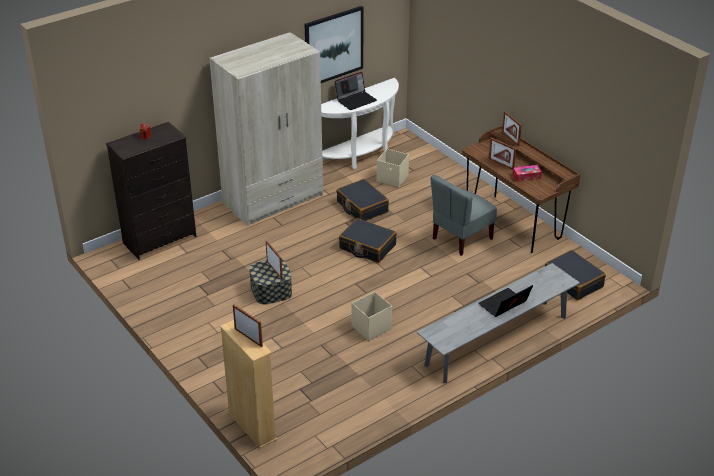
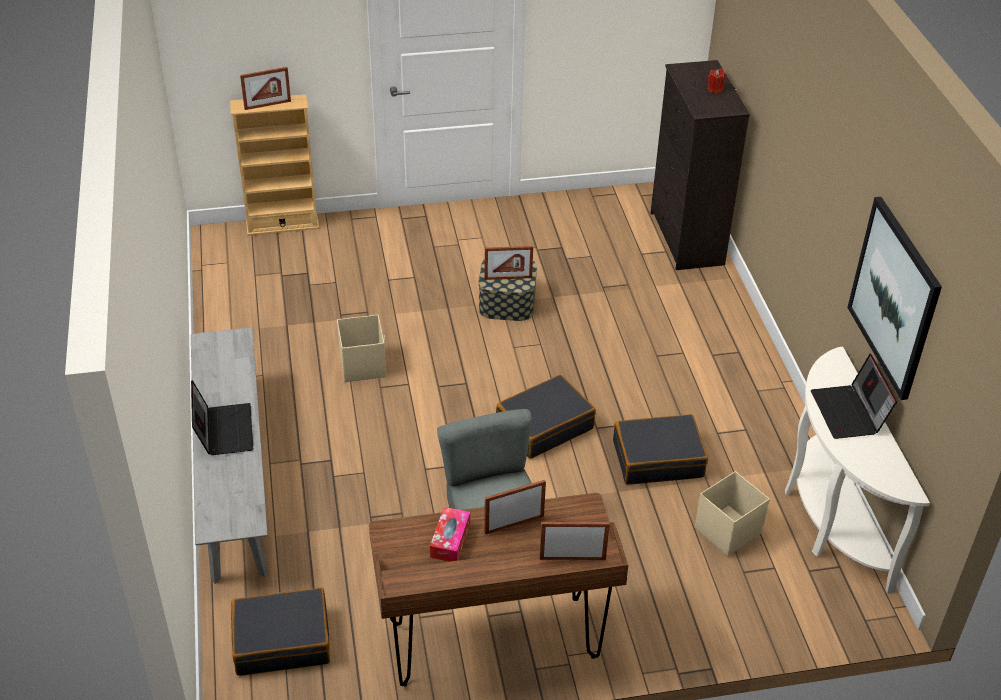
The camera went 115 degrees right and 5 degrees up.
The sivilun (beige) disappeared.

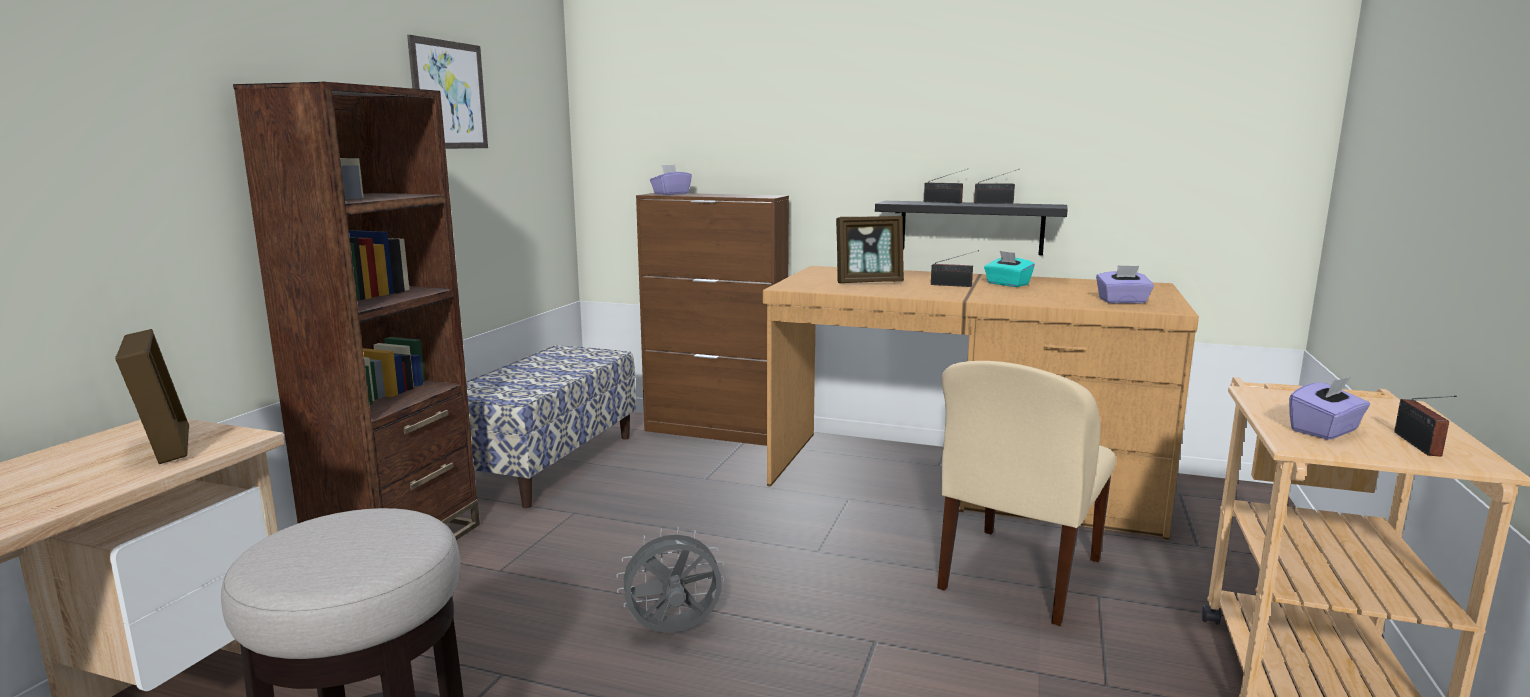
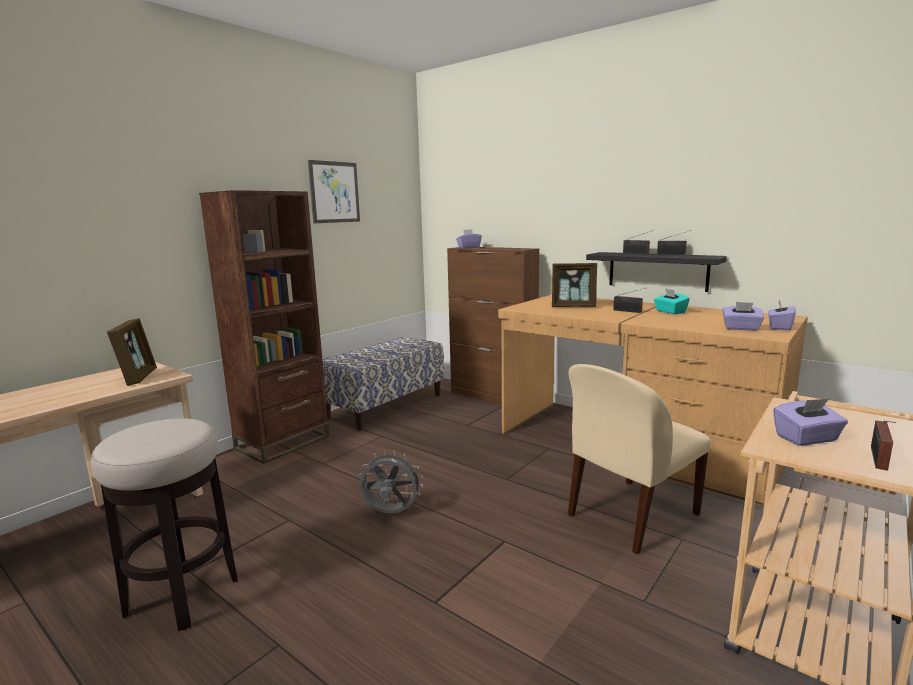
The camera went 20 degrees right and 0 degrees up.
The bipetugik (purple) (3rd from left) appeared.

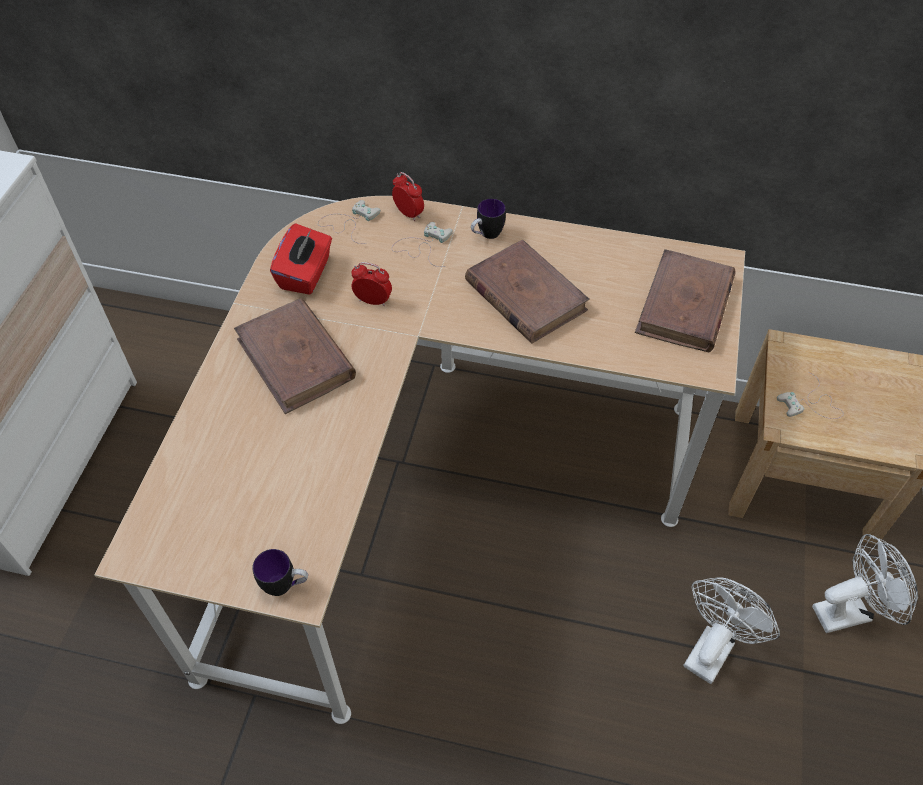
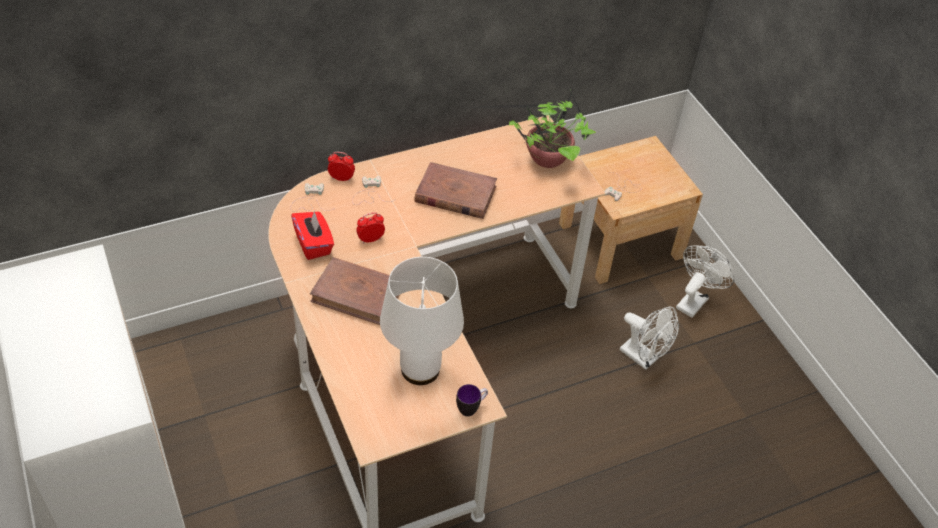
The camera went 40 degrees left and 5 degrees down.
The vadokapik (2nd from left) disappeared.
The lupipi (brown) (3rd from left) was replaced by the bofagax.
The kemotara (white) (1st from left) turned 135 degrees clockwise.
The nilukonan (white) appeared.

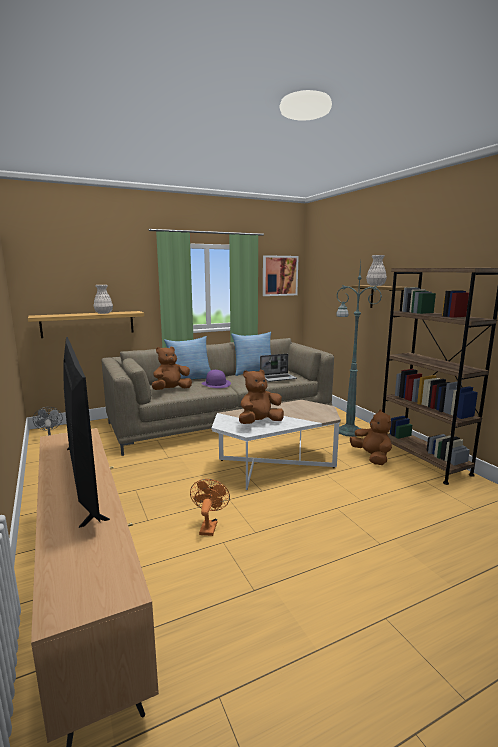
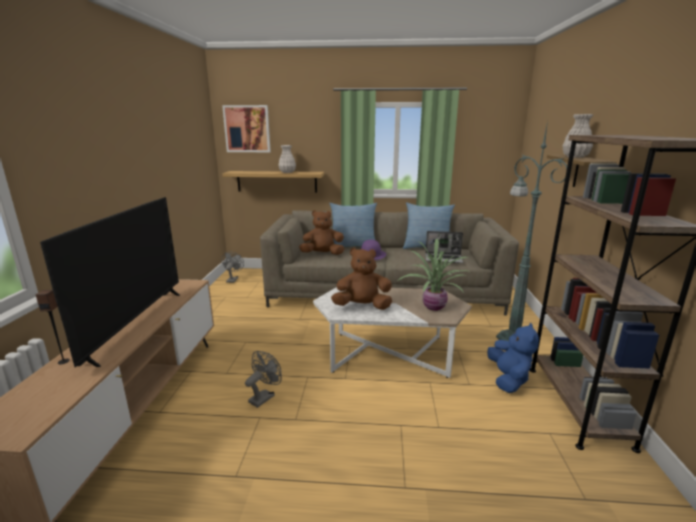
The camera went 30 degrees right and 5 degrees up.
The kemotara (orange) became the kemotara (grey) (2nd from left).
The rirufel moved.
The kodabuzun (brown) (3rd from left) became the kodabuzun (blue).
The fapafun appeared.
The bofagax appeared.

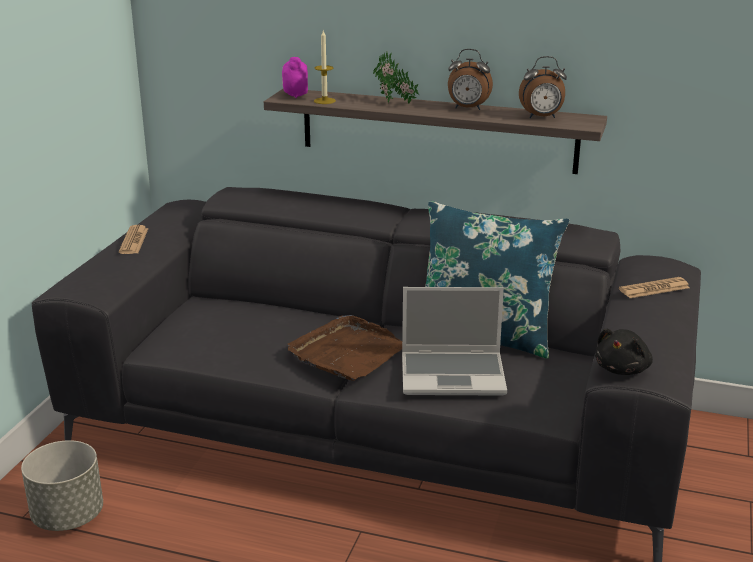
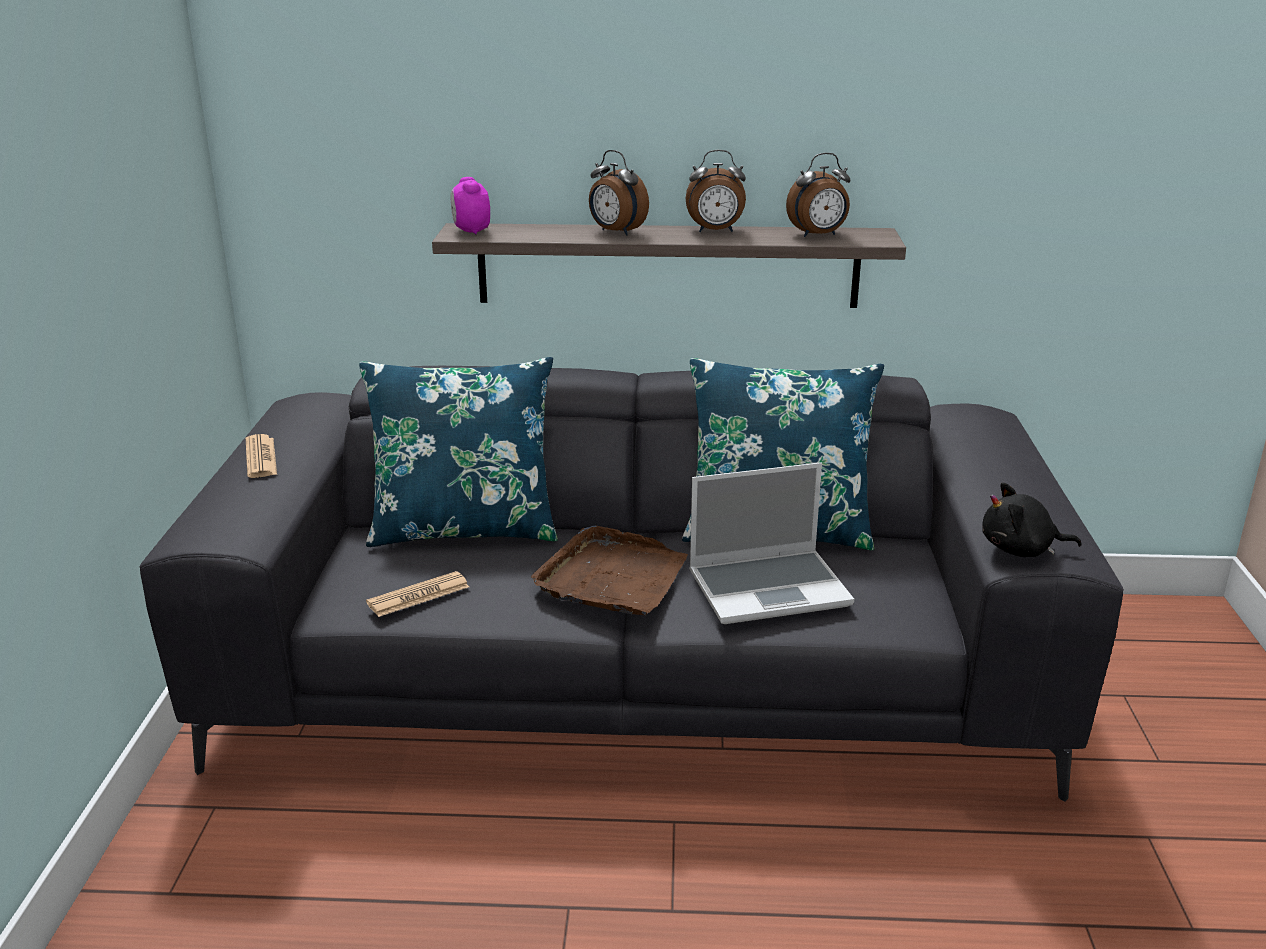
The camera went 15 degrees left and 0 degrees up.
The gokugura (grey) disappeared.
The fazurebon disappeared.
The bofagax was replaced by the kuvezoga (2nd from left).
The kodabuzun (black) turned 75 degrees clockwise.
The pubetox (2nd from left) moved.
The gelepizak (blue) (1st from left) appeared.

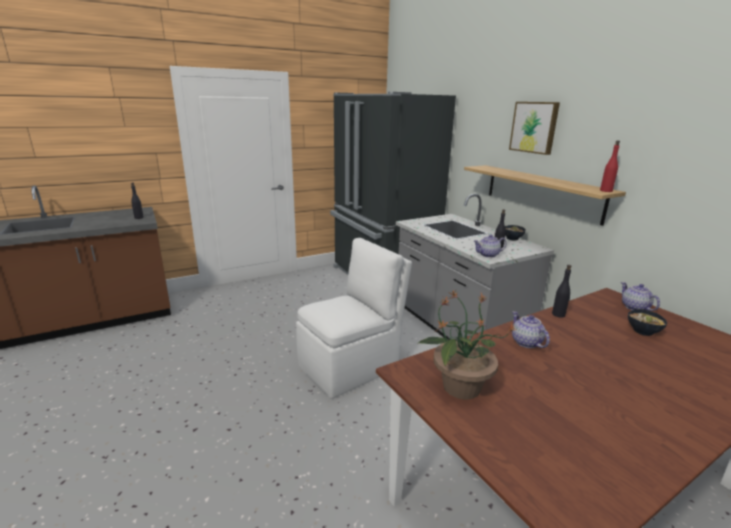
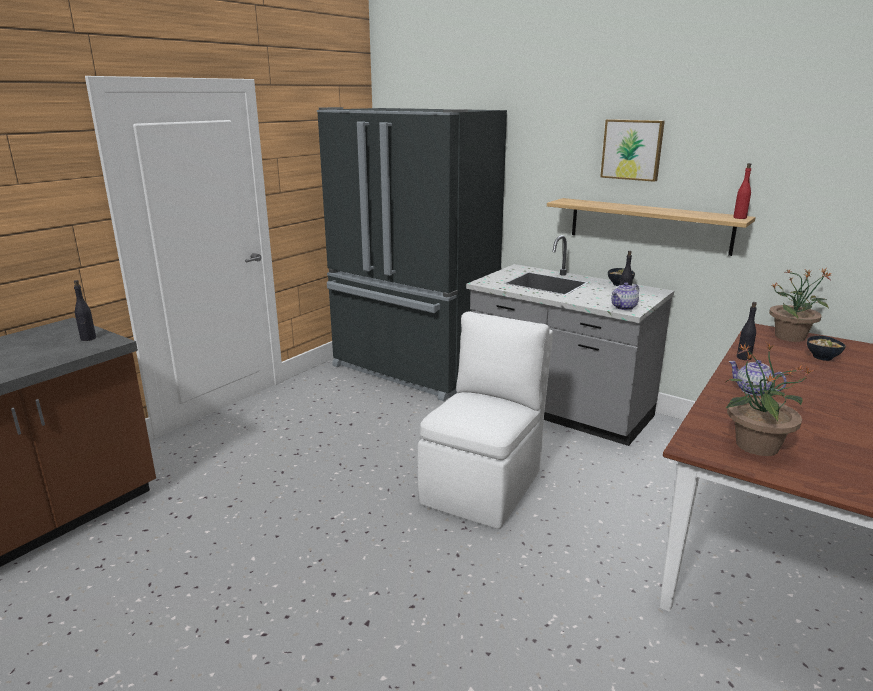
The camera went 25 degrees left and 0 degrees up.
The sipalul (3rd from left) was replaced by the bofagax (2nd from left).

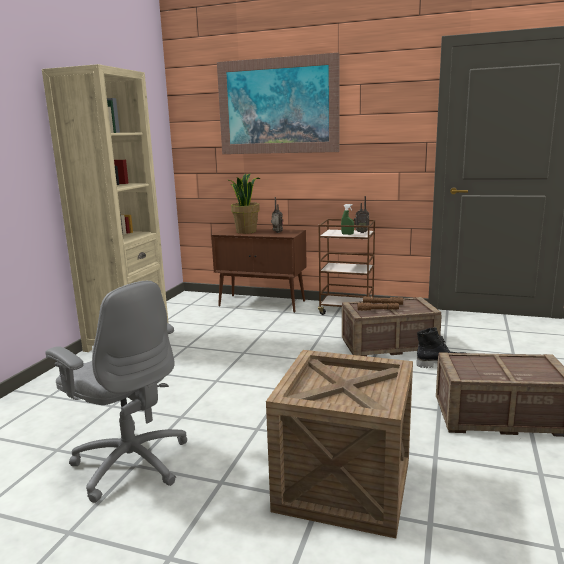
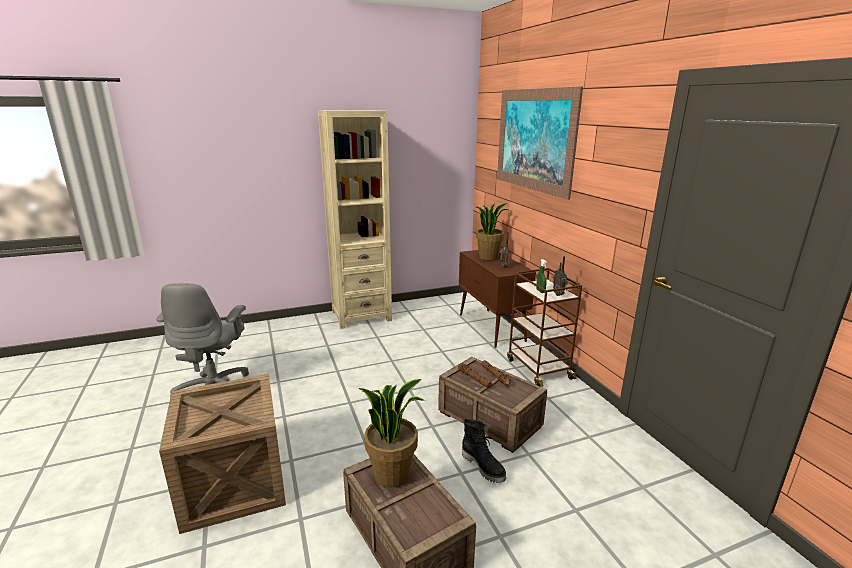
The camera went 50 degrees right and 5 degrees up.
The bofagax (1st from left) appeared.

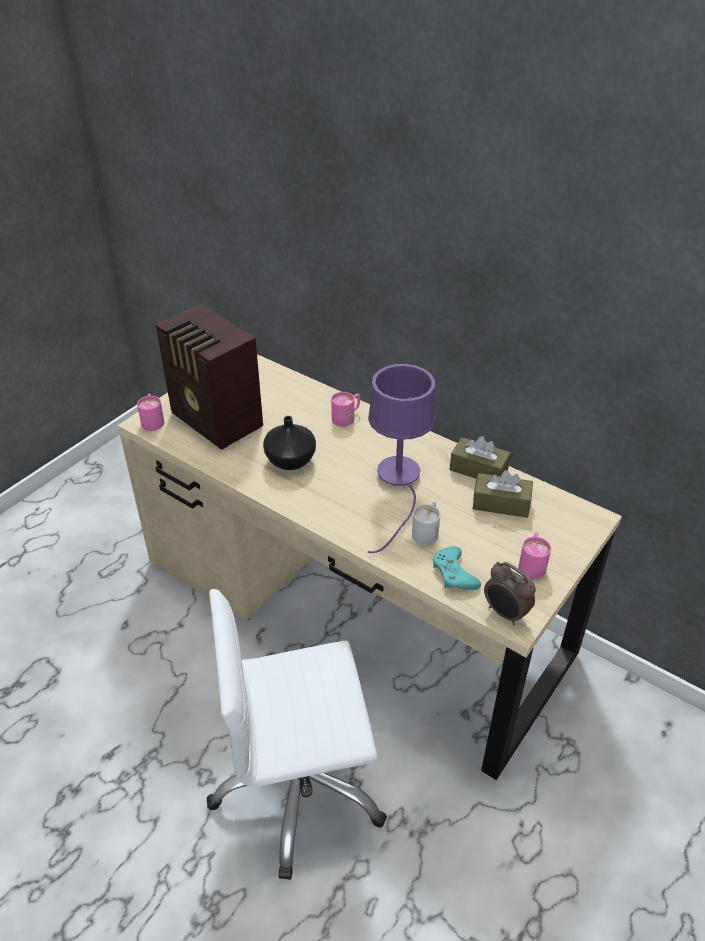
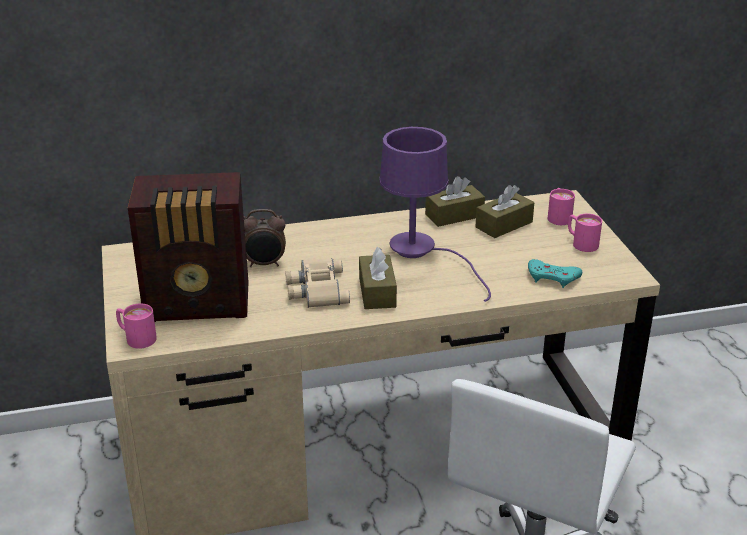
The camera went 50 degrees left and 10 degrees down.
The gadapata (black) was replaced by the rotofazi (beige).
The vadokapik (pink) (2nd from left) moved.
The vadokapik (white) disappeared.
The kuvezoga moved.
The bipetugik (brown) (1st from left) appeared.

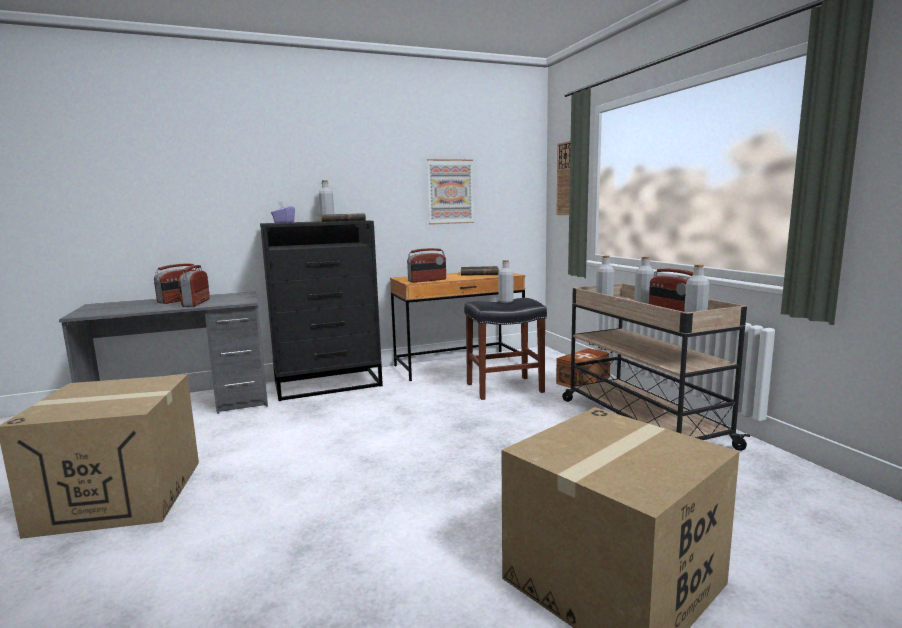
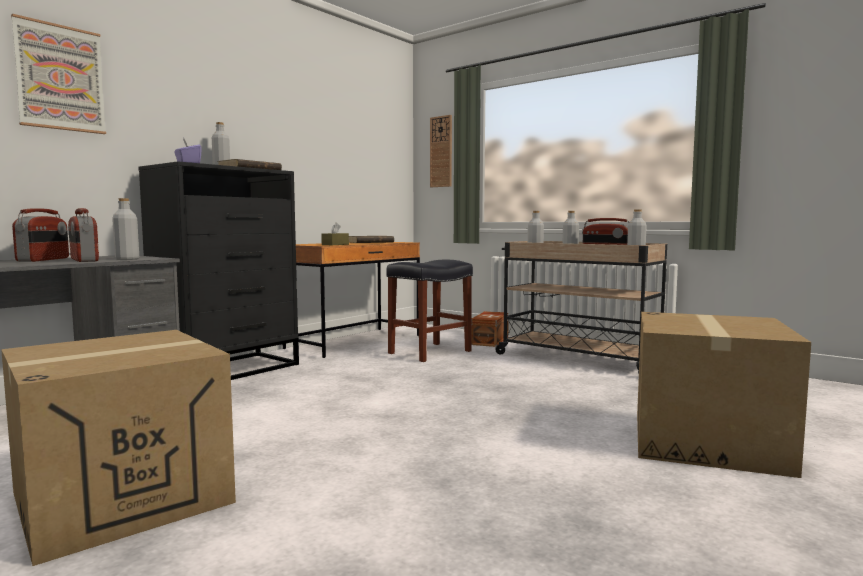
The camera went 30 degrees left and 5 degrees down.
The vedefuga (3rd from left) was replaced by the bipetugik (brown).
The rirufel moved.
The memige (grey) (2nd from left in the first image) moved.

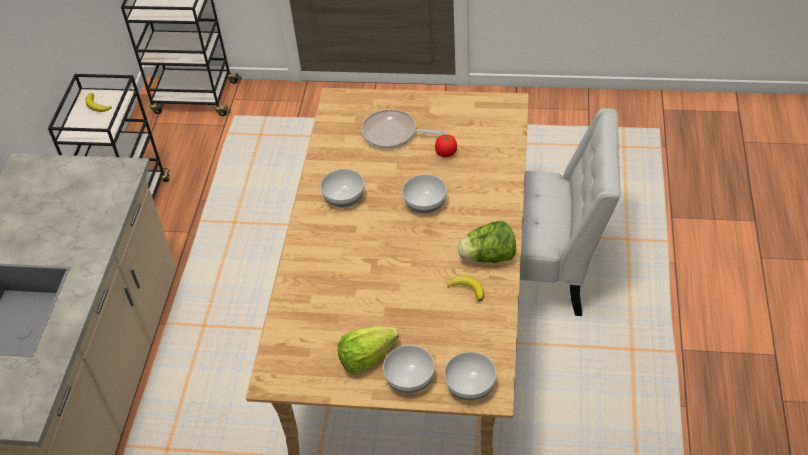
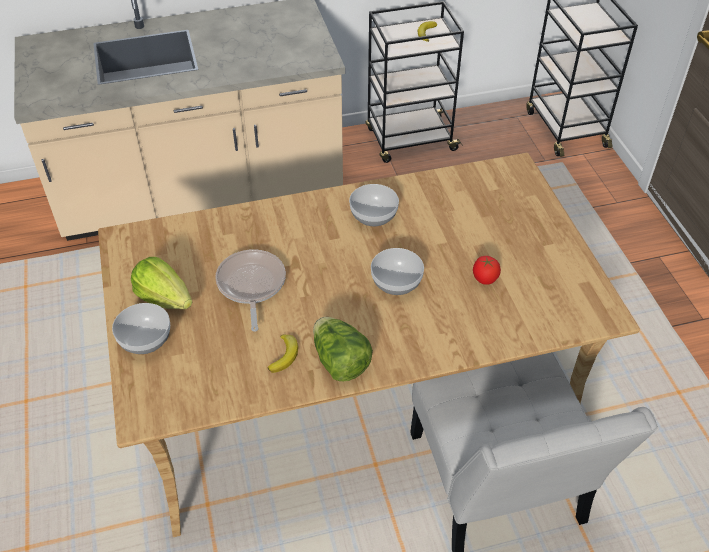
The camera went 65 degrees right and 0 degrees up.
The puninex moved.
The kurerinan (4th from left) disappeared.

